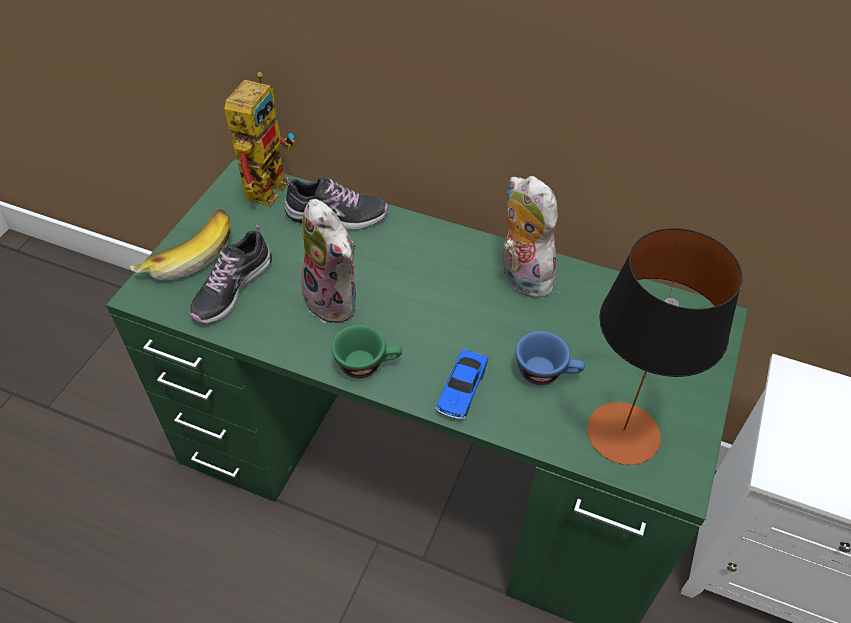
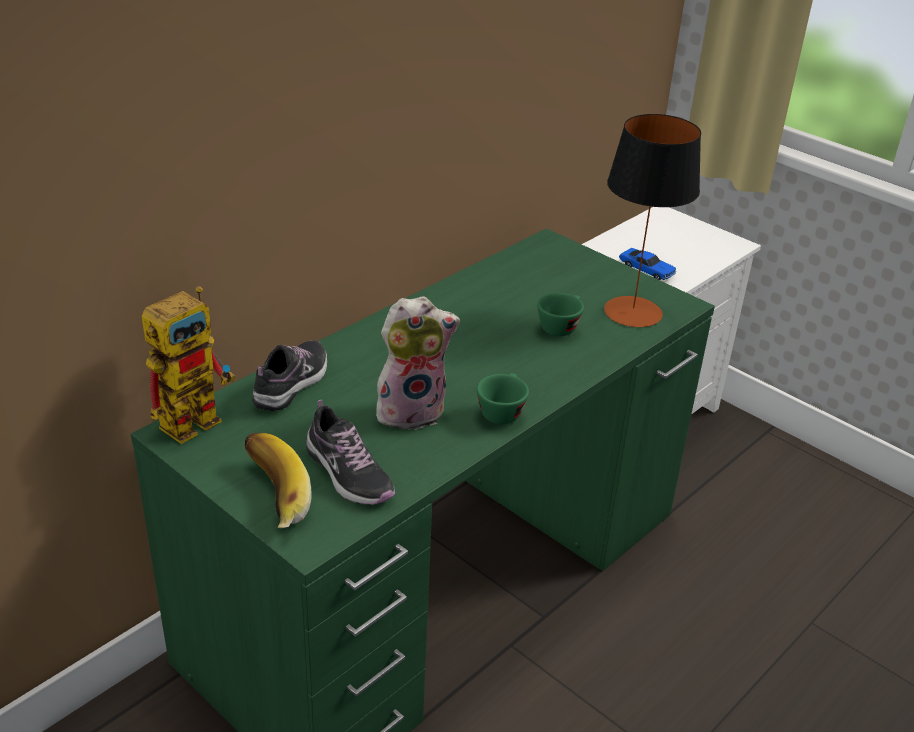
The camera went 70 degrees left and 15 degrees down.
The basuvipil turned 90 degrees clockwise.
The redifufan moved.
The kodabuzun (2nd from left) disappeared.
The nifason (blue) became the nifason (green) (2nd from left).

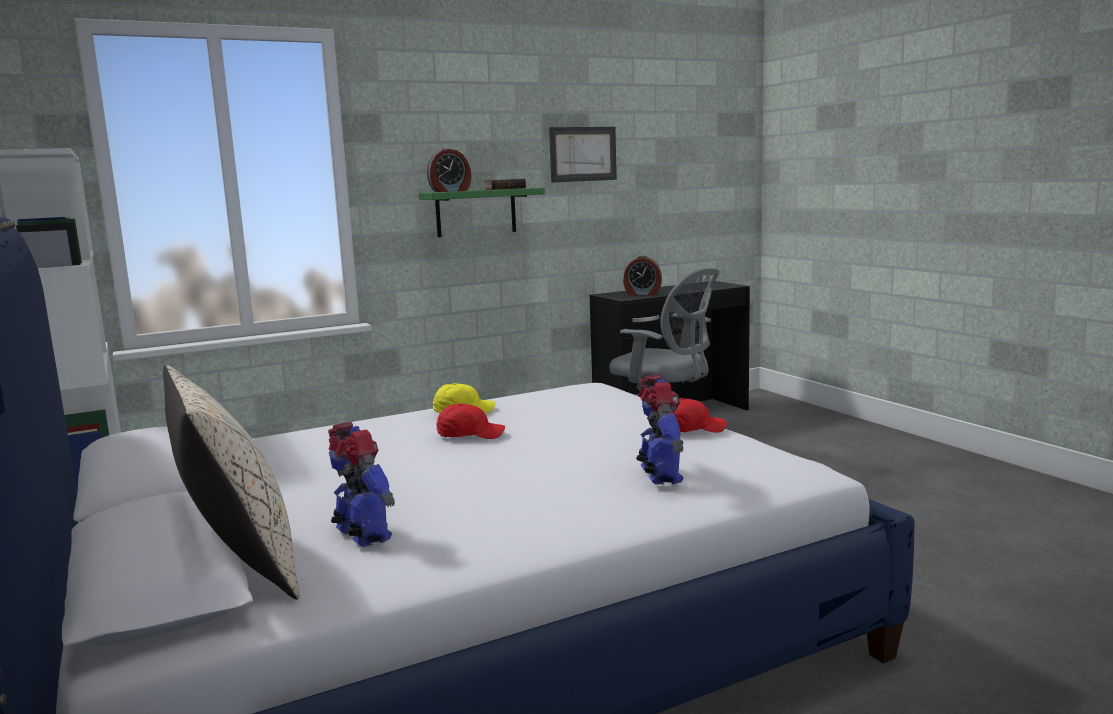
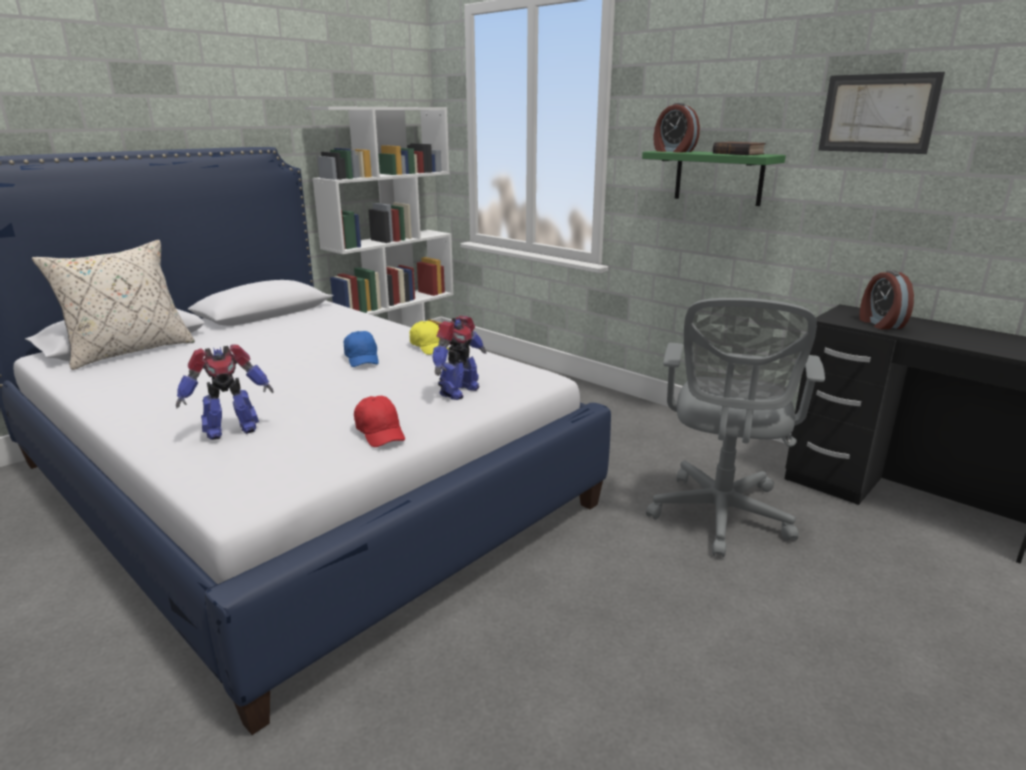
The camera went 70 degrees right and 10 degrees up.
The basuvipil (1st from left in the first image) moved.
The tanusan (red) (1st from left) became the tanusan (blue).

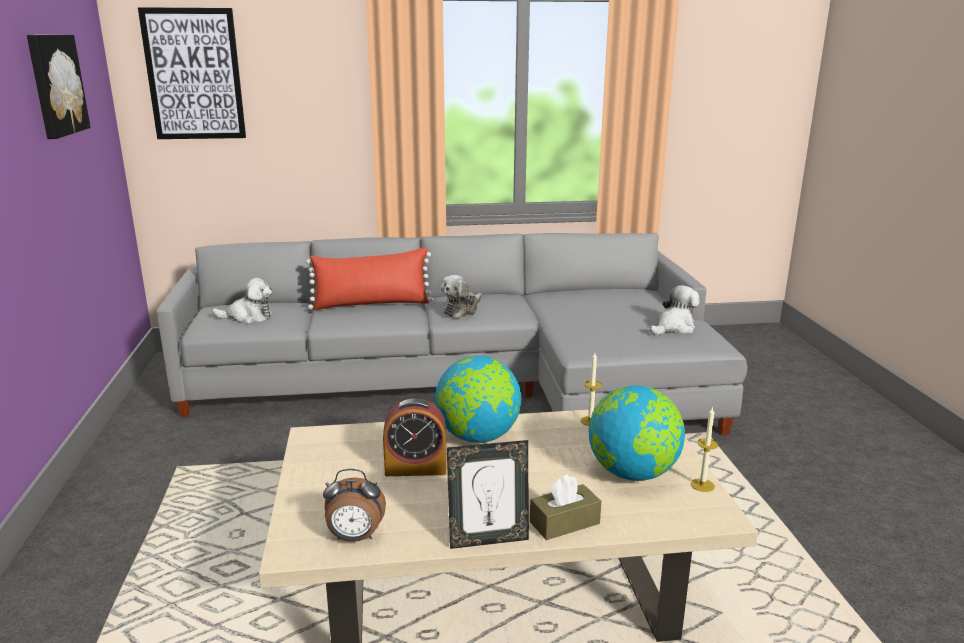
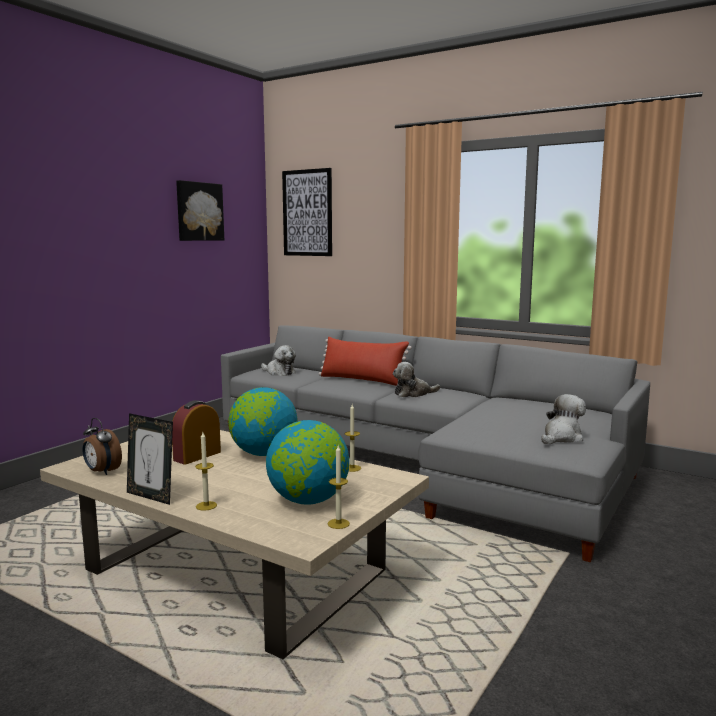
The camera went 40 degrees right and 10 degrees down.
The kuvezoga (2nd from left) turned 90 degrees clockwise.
The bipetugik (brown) was replaced by the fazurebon (1st from left).
The kodabuzun (3rd from left) turned 45 degrees counterclockwise.

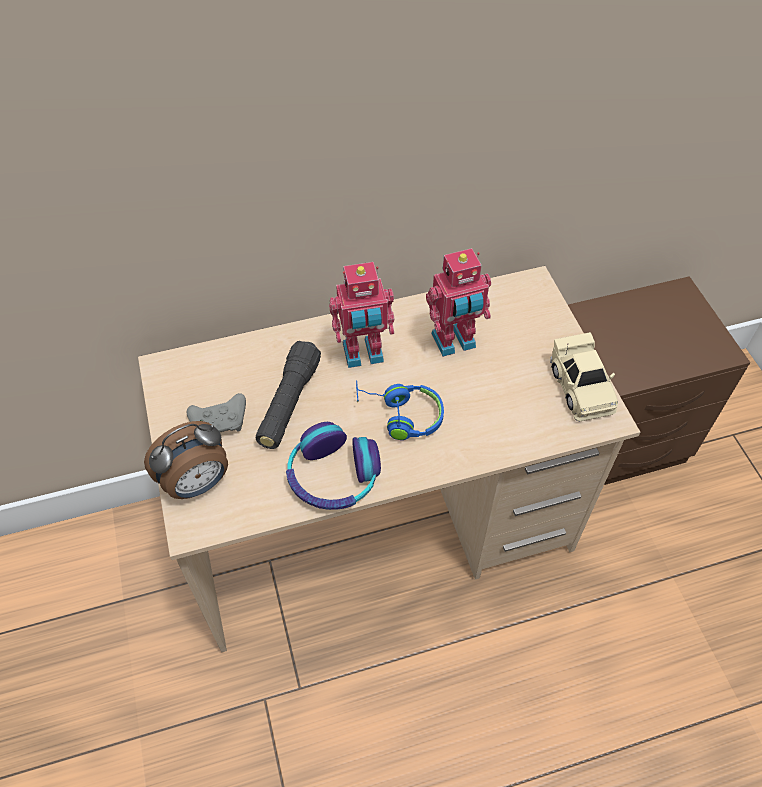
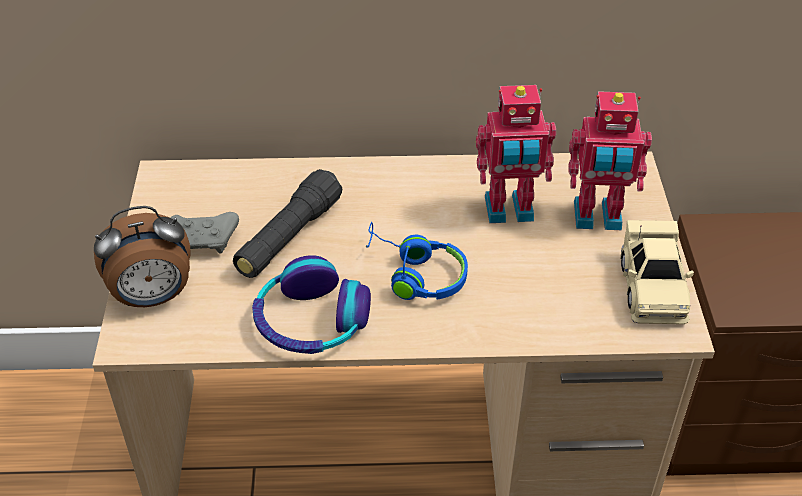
The camera went 15 degrees right and 10 degrees down.
The basuvipil (1st from left in the first image) moved.

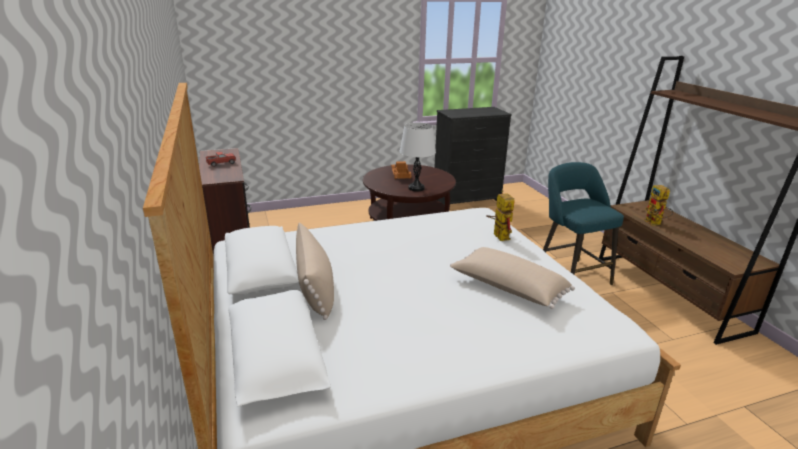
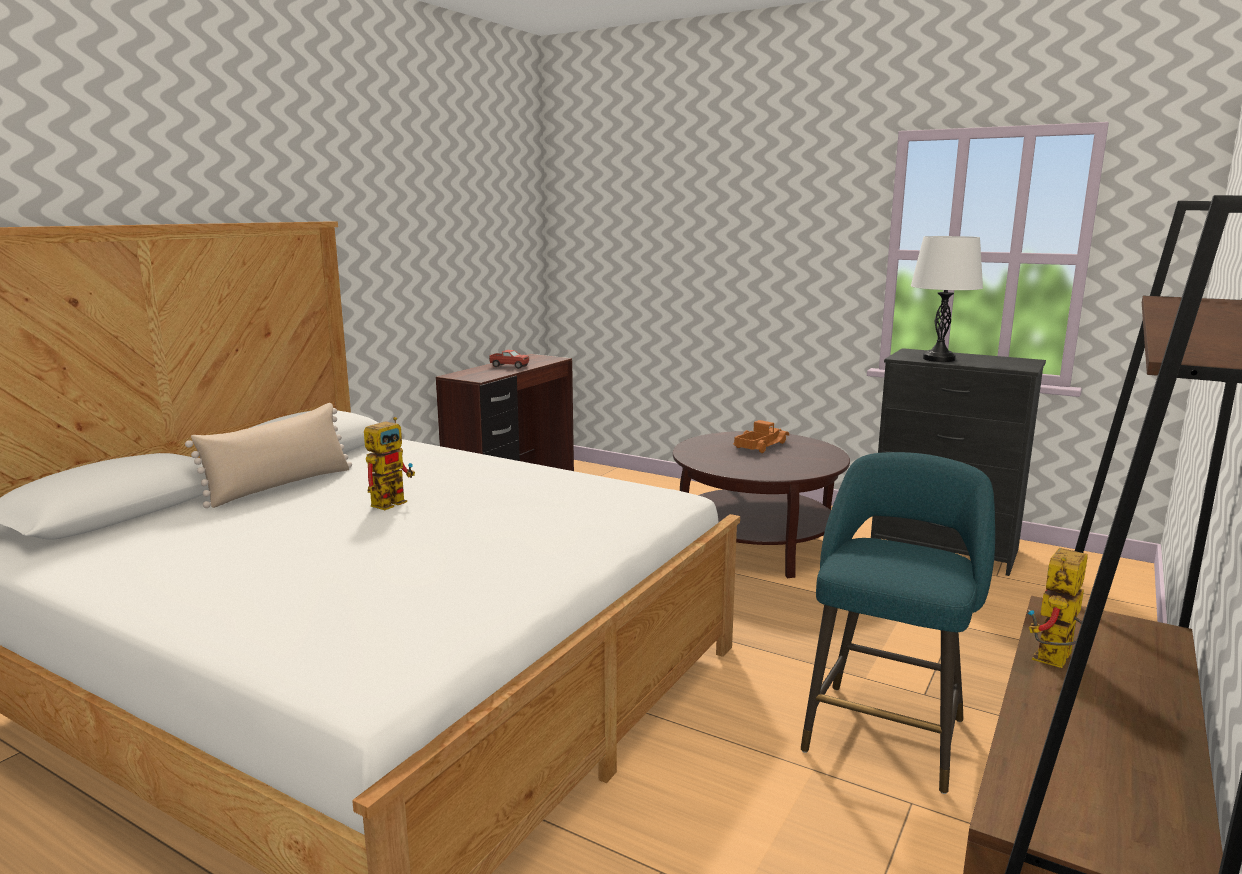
The camera went 50 degrees right and 10 degrees down.
The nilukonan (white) moved.
The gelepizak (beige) (2nd from left) disappeared.
The basuvipil (1st from left) moved.

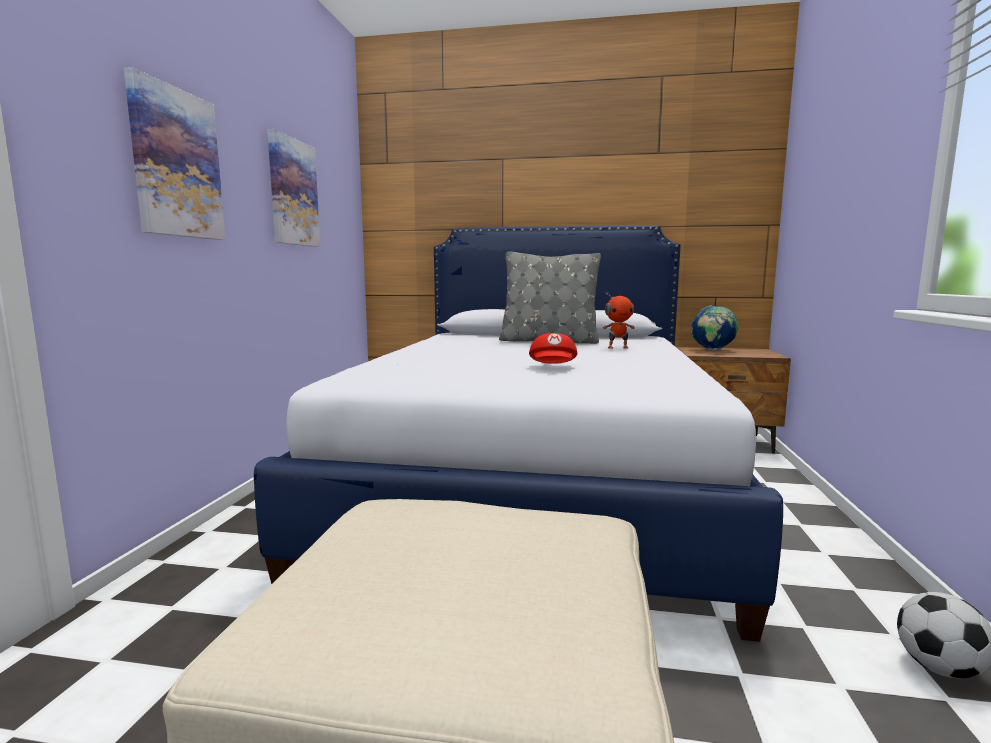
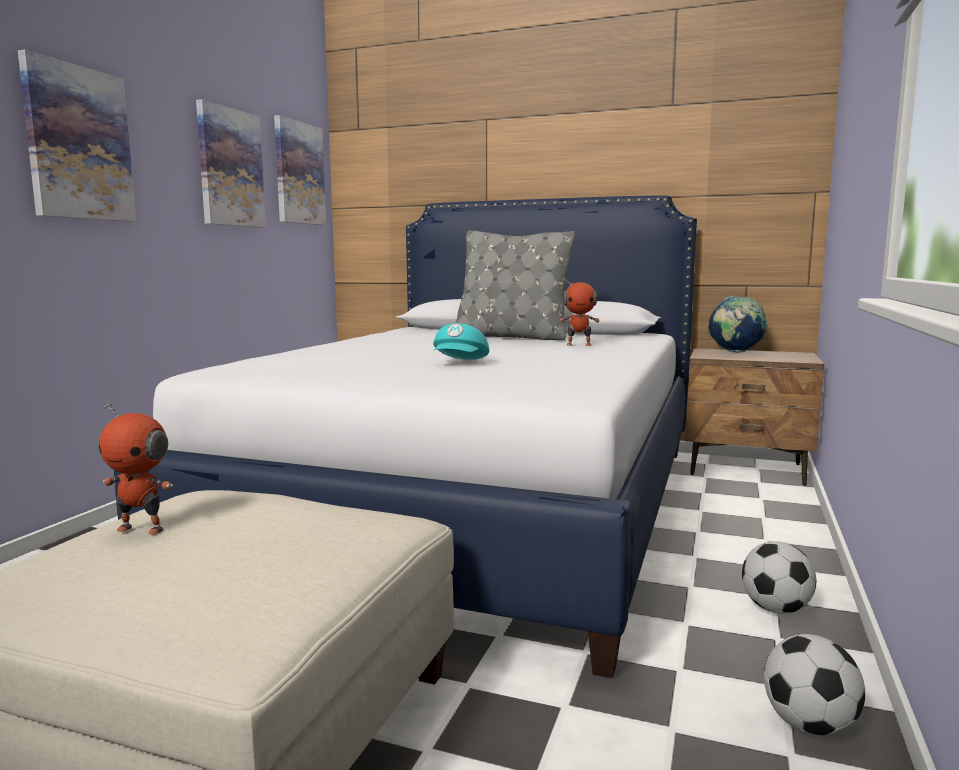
The camera went 10 degrees right and 0 degrees up.
The tanusan (red) became the tanusan (turquoise).
The basuvipil (1st from left) appeared.
The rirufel (3rd from left) appeared.
The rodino (1st from left) appeared.

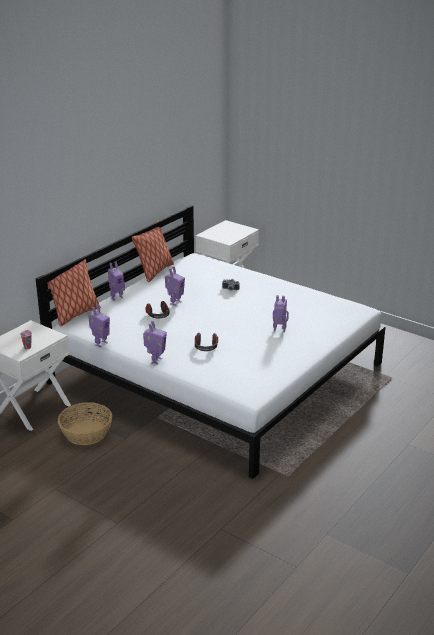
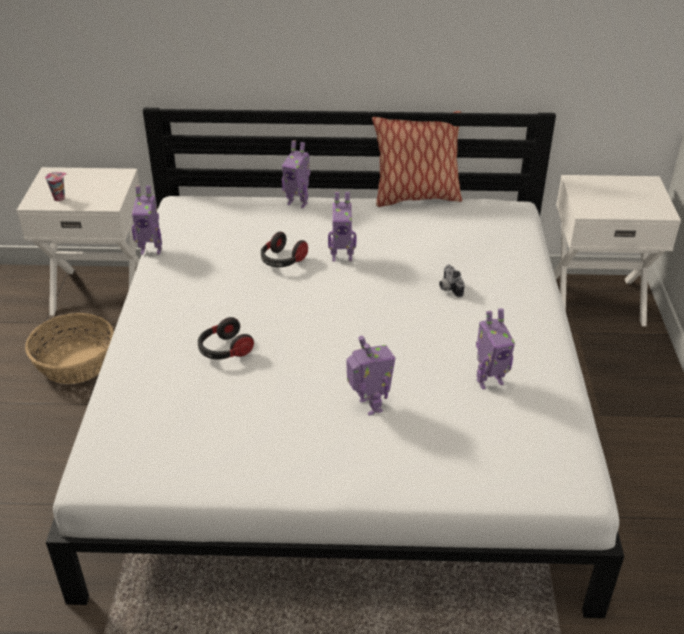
The camera went 55 degrees right and 10 degrees up.
The gelepizak (1st from left) disappeared.
The basuvipil (3rd from left in the first image) moved.

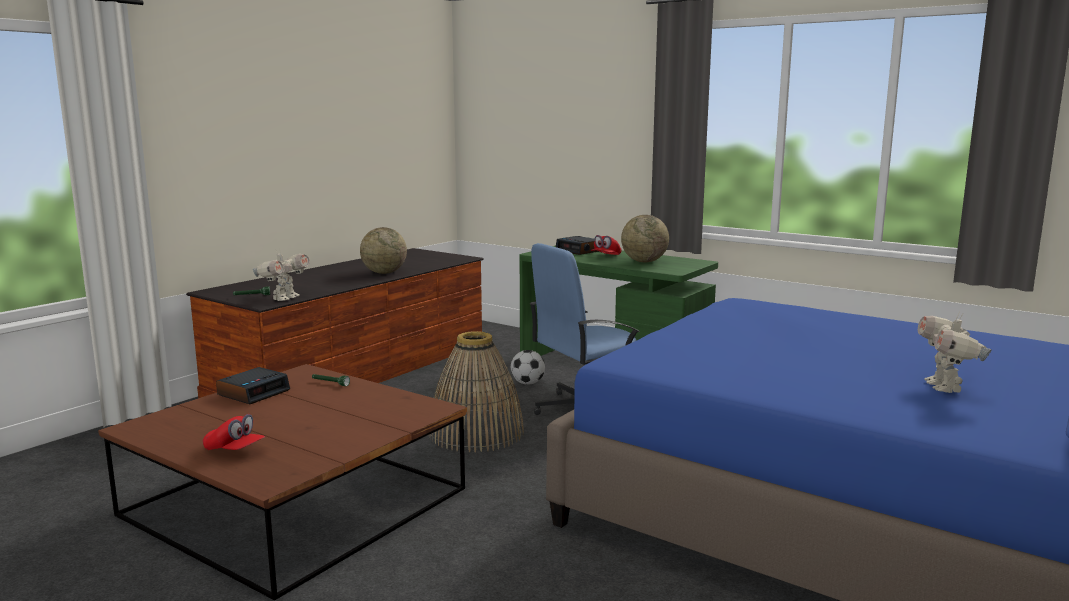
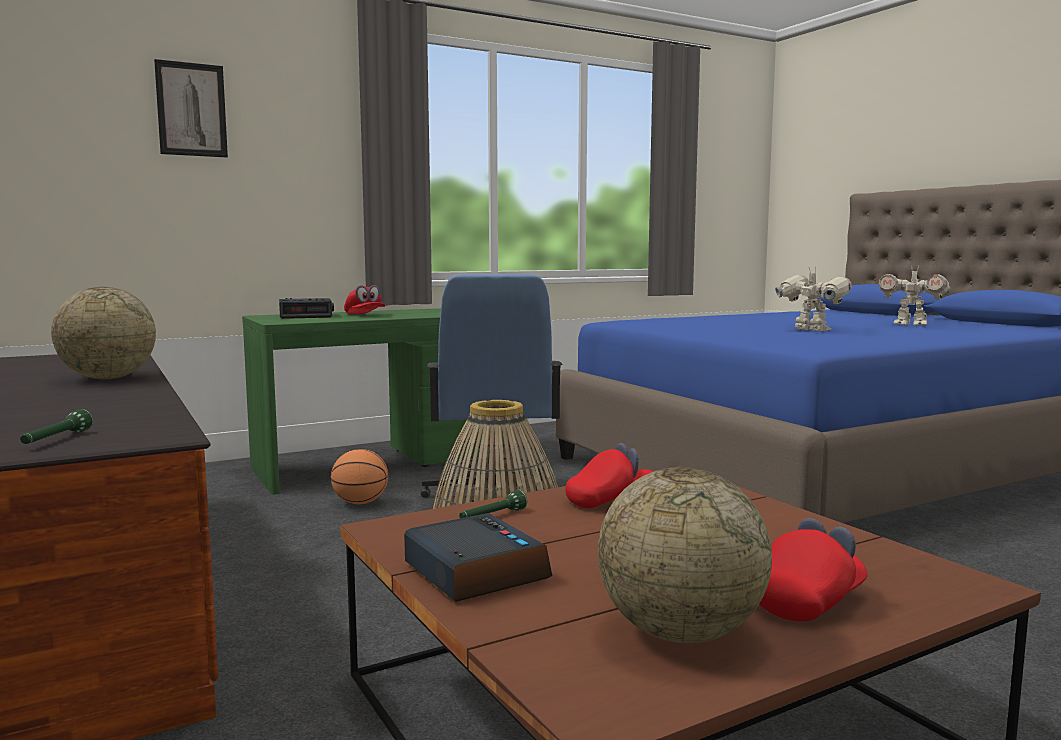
The camera went 65 degrees left and 5 degrees down.
The basuvipil (1st from left) moved.
The rodino was replaced by the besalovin.
The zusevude (2nd from left) moved.
The rirufel appeared.
The tanusan (red) (2nd from left) appeared.

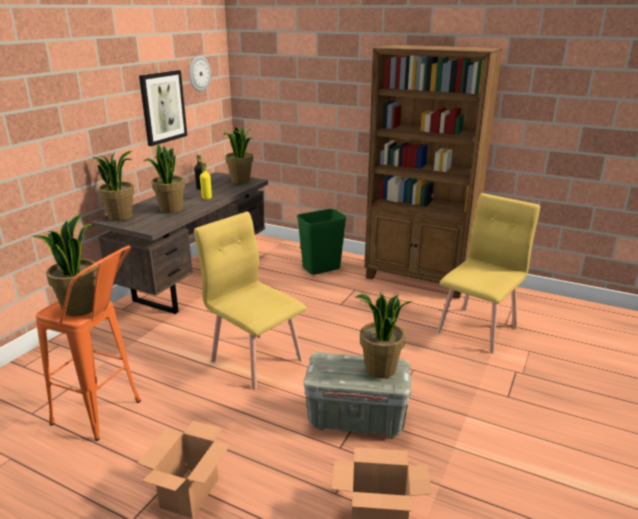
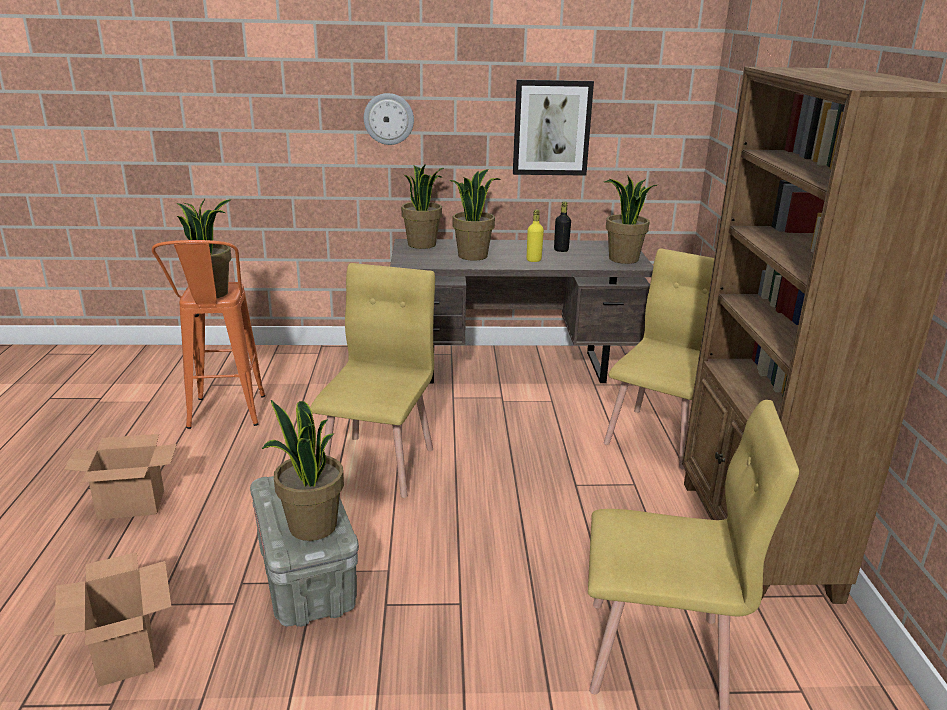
The camera went 60 degrees right and 0 degrees up.
The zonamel moved.
The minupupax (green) was replaced by the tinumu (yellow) (2nd from left).

